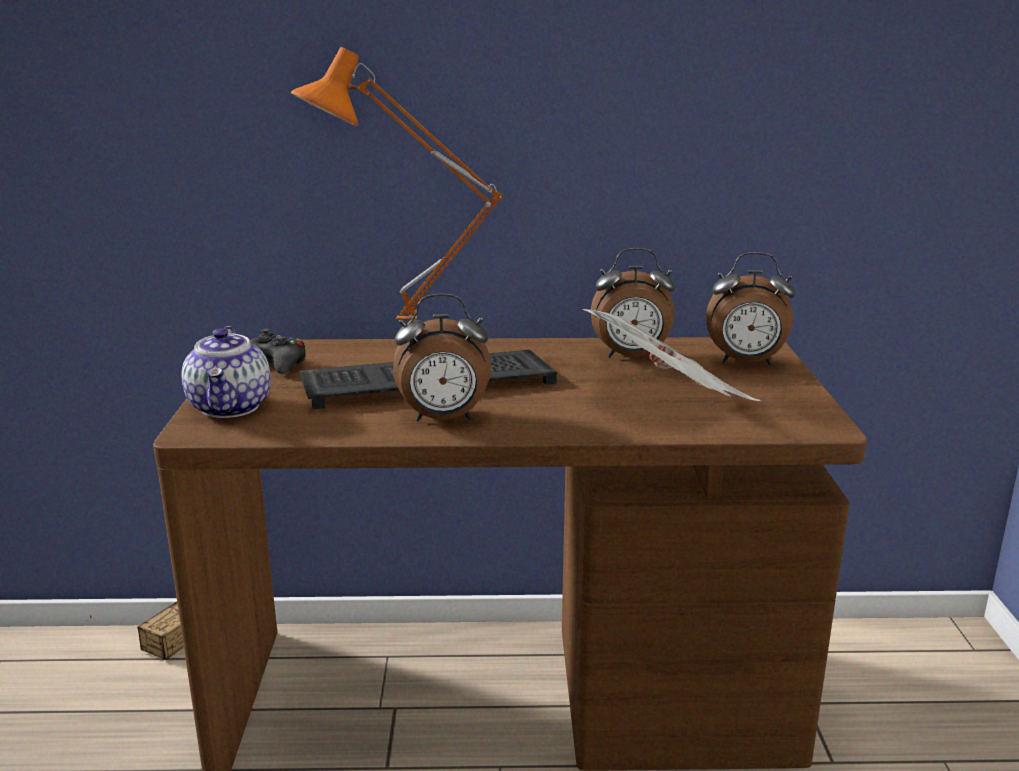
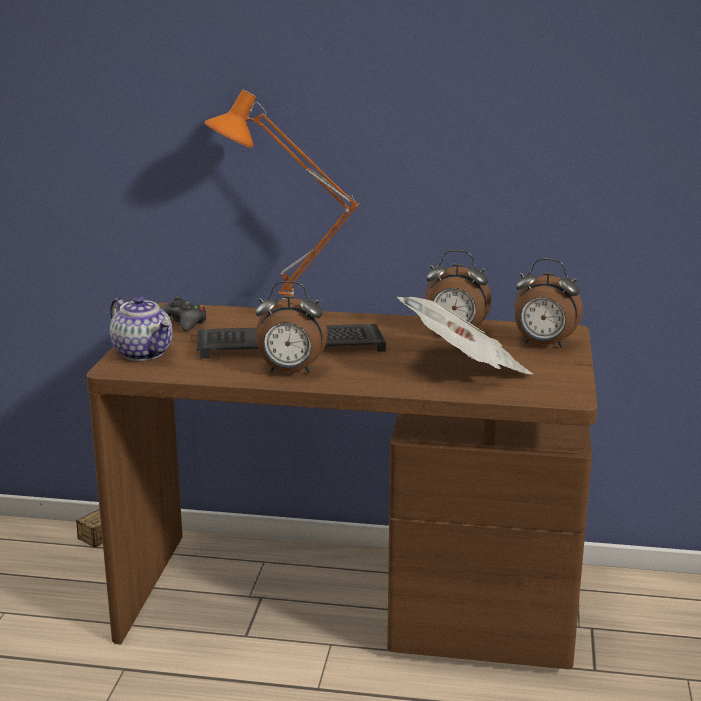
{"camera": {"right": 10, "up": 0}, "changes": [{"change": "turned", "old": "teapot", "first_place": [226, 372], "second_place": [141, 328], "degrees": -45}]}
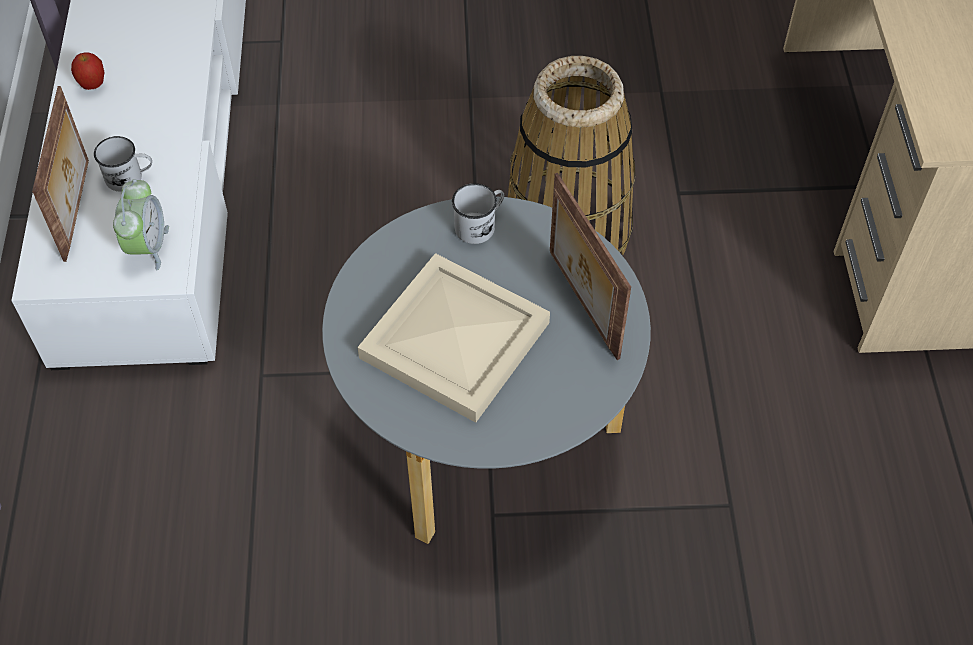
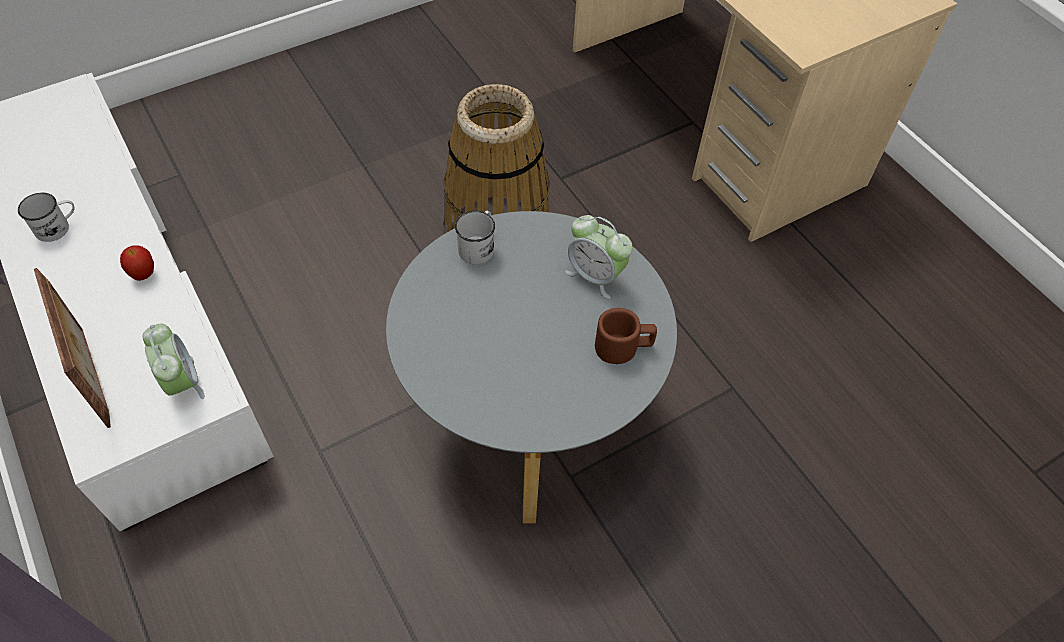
{"camera": {"right": -30, "up": 0}, "changes": [{"change": "moved", "old": "apple", "first_place": [87, 71], "second_place": [137, 263]}, {"change": "moved", "old": "white mug", "first_place": [123, 164], "second_place": [46, 217]}, {"change": "removed", "old": "beige tray", "first_place": [453, 338]}, {"change": "replaced", "old": "picture frame", "new": "alarm clock", "first_place": [590, 266], "second_place": [599, 257]}, {"change": "added", "new": "brown mug", "second_place": [626, 336]}]}
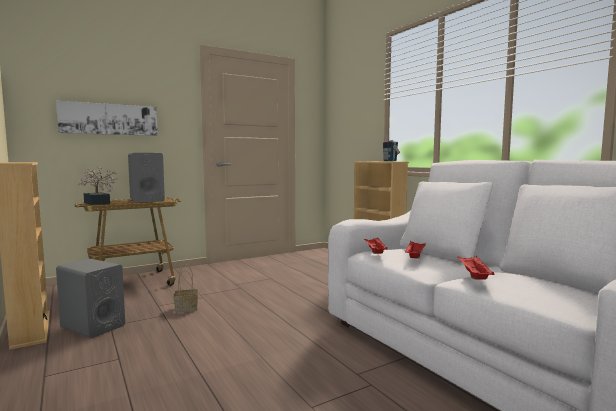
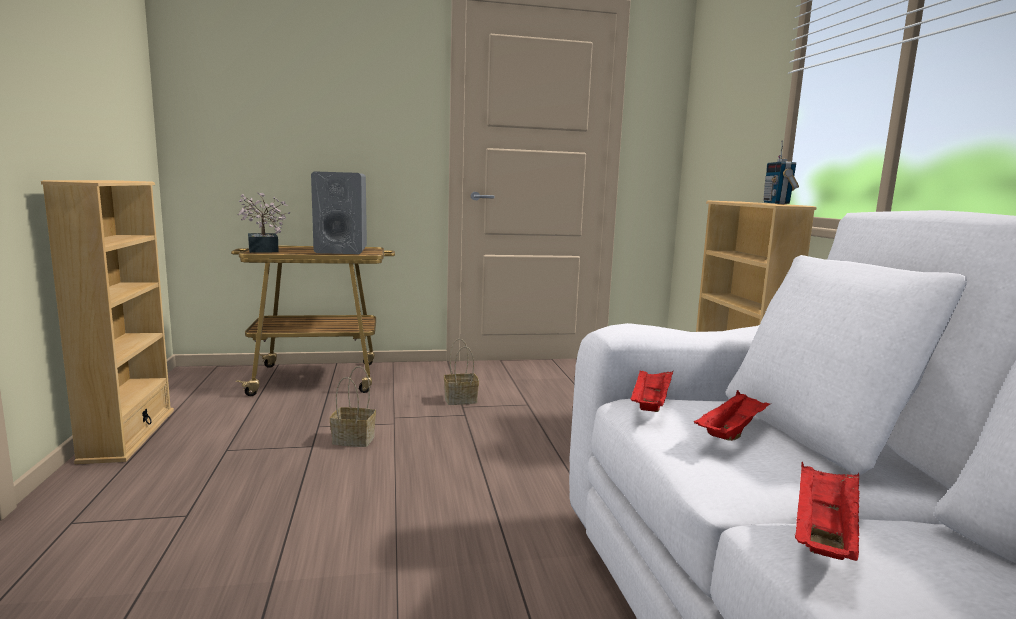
{"camera": {"right": 20, "up": 5}, "changes": [{"change": "removed", "old": "picture", "first_place": [107, 118]}, {"change": "removed", "old": "grey speaker", "first_place": [90, 298]}, {"change": "added", "new": "basket", "second_place": [461, 372]}]}
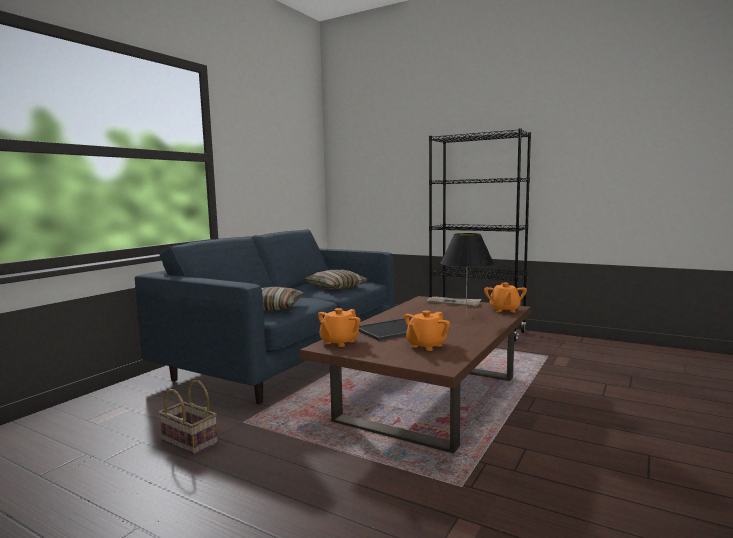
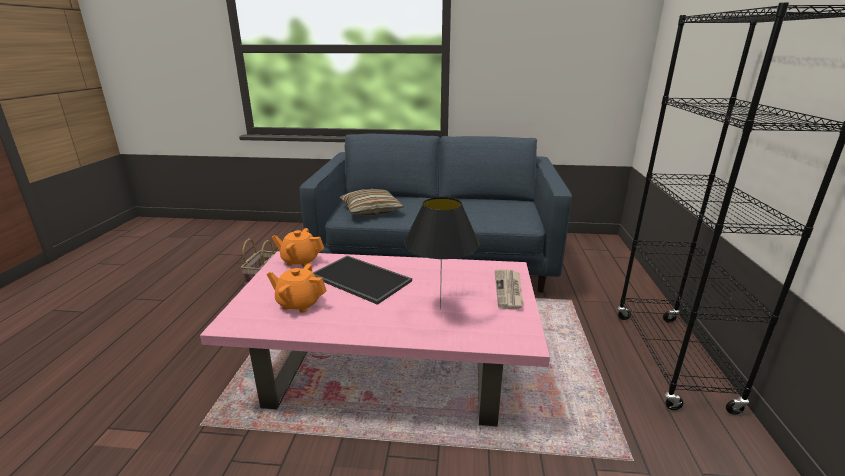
{"camera": {"right": 65, "up": 15}, "changes": [{"change": "recoloured", "old": "brown coffee table", "new": "pink coffee table", "first_place": [415, 375], "second_place": [375, 339]}, {"change": "removed", "old": "pillow", "first_place": [336, 279]}, {"change": "removed", "old": "orange teapot", "first_place": [505, 298]}]}
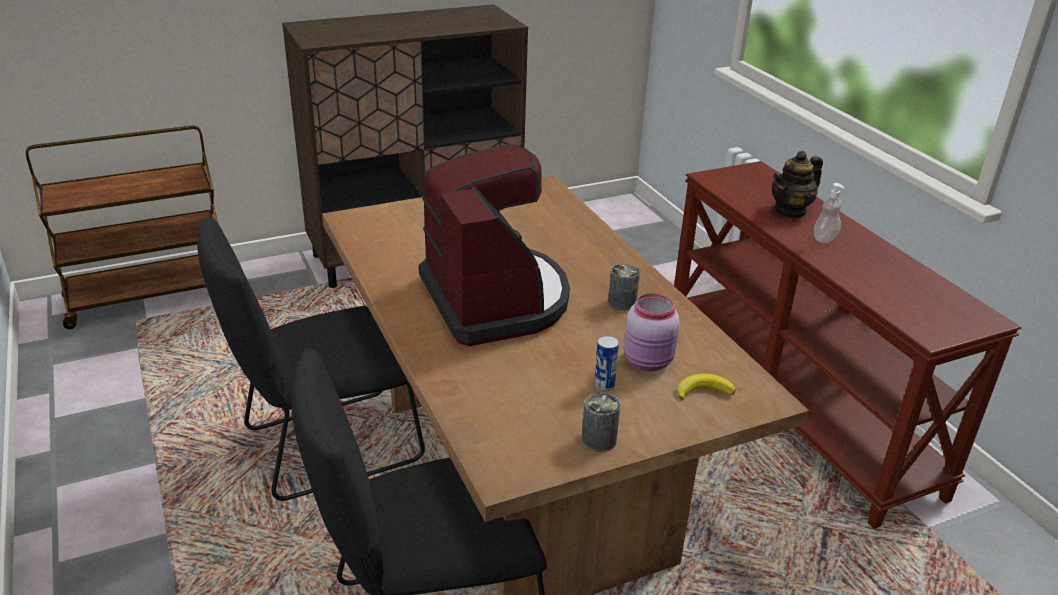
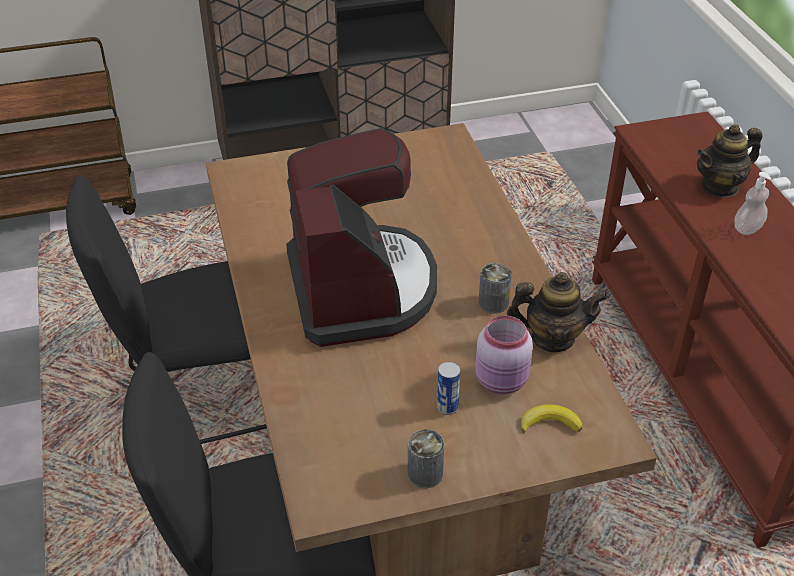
{"camera": {"right": 10, "up": 10}, "changes": [{"change": "added", "new": "teapot", "second_place": [557, 312]}]}
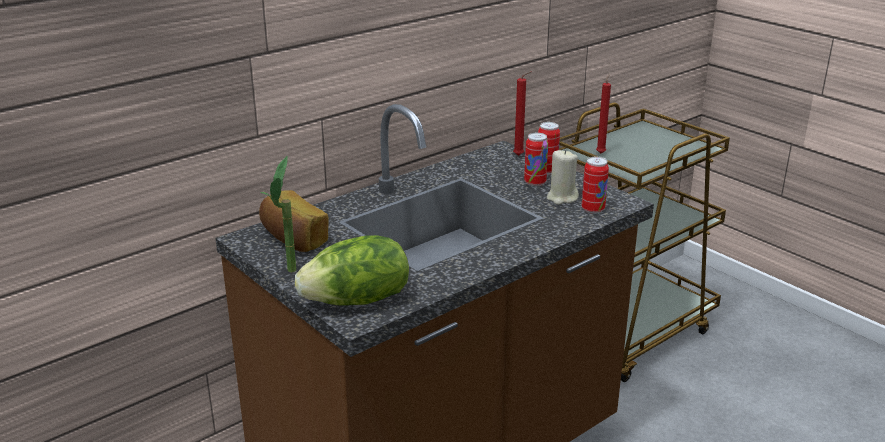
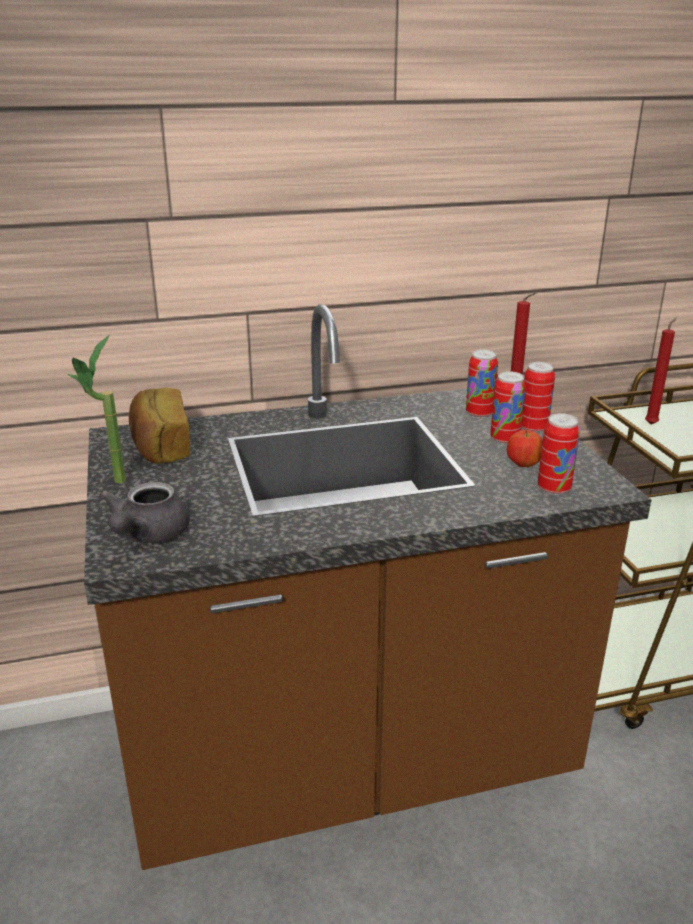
{"camera": {"right": 25, "up": 0}, "changes": [{"change": "replaced", "old": "lettuce", "new": "grey teapot", "first_place": [352, 270], "second_place": [144, 512]}, {"change": "replaced", "old": "beige candle", "new": "apple", "first_place": [563, 177], "second_place": [525, 448]}, {"change": "added", "new": "can", "second_place": [482, 384]}]}
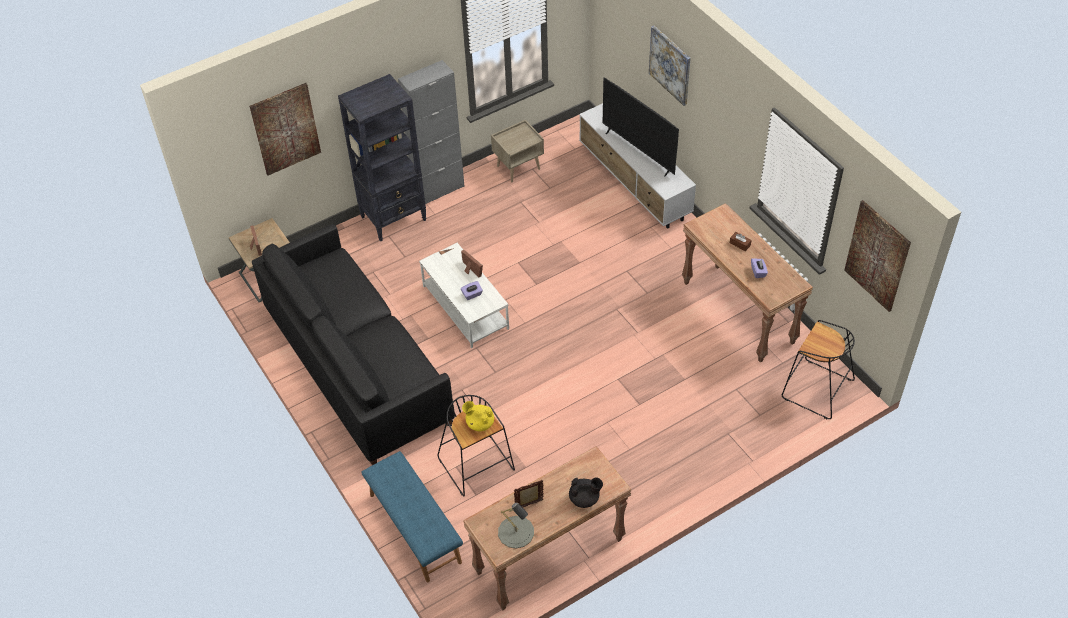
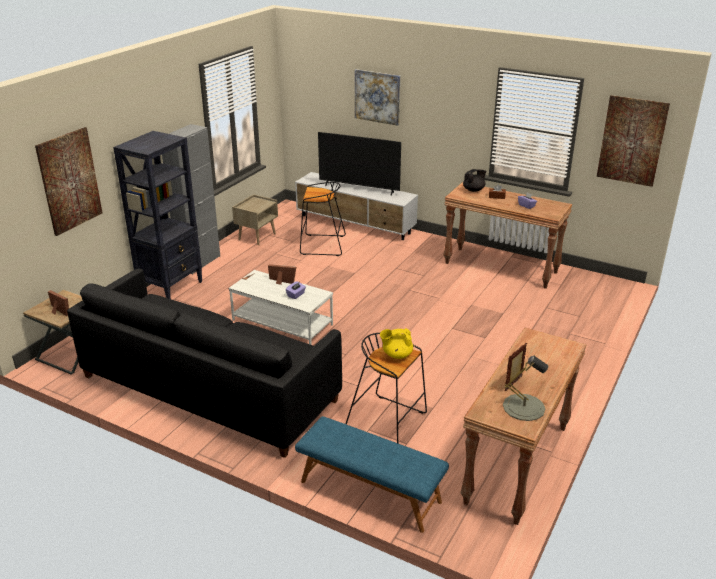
{"camera": {"right": -30, "up": -20}, "changes": [{"change": "moved", "old": "black teapot", "first_place": [586, 493], "second_place": [474, 180]}, {"change": "moved", "old": "black stool", "first_place": [818, 370], "second_place": [323, 219]}]}
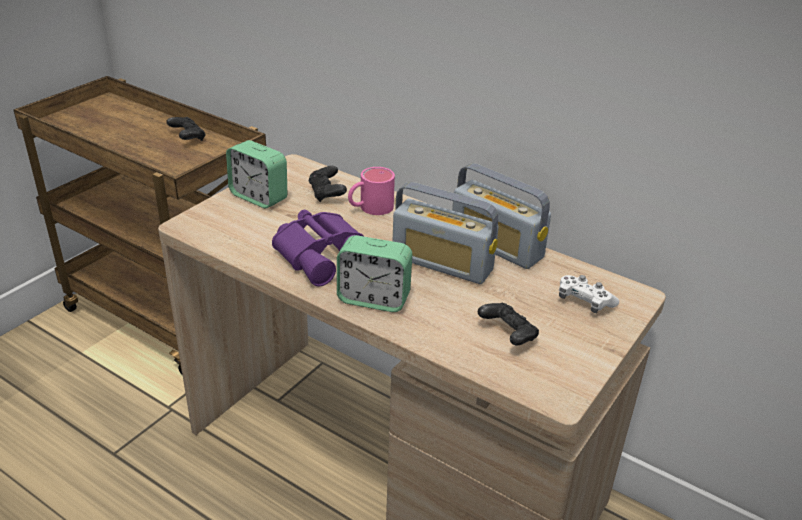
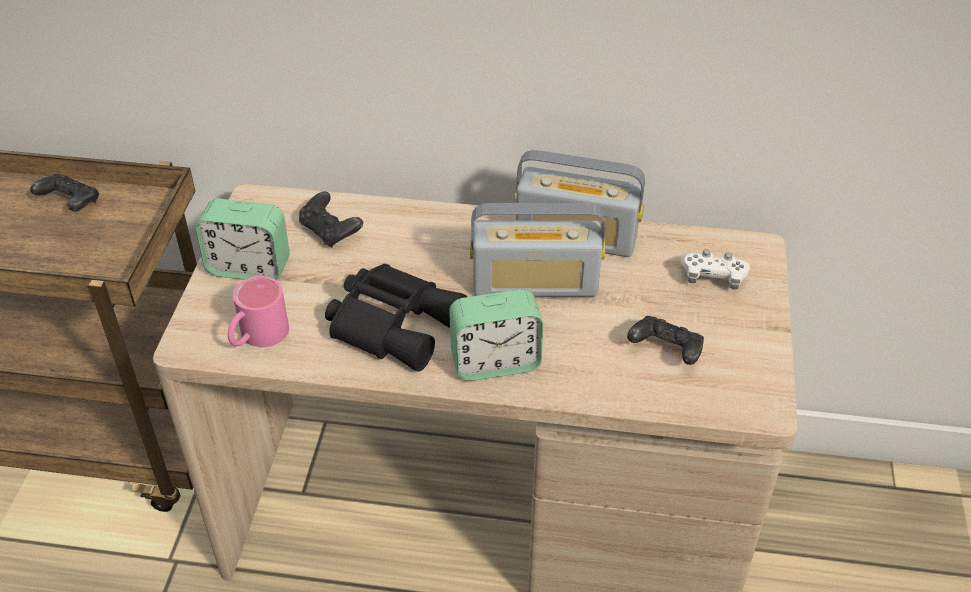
{"camera": {"right": -25, "up": 10}, "changes": [{"change": "recoloured", "old": "purple binoculars", "new": "black binoculars", "first_place": [317, 248], "second_place": [396, 318]}, {"change": "moved", "old": "pink mug", "first_place": [371, 191], "second_place": [258, 311]}]}
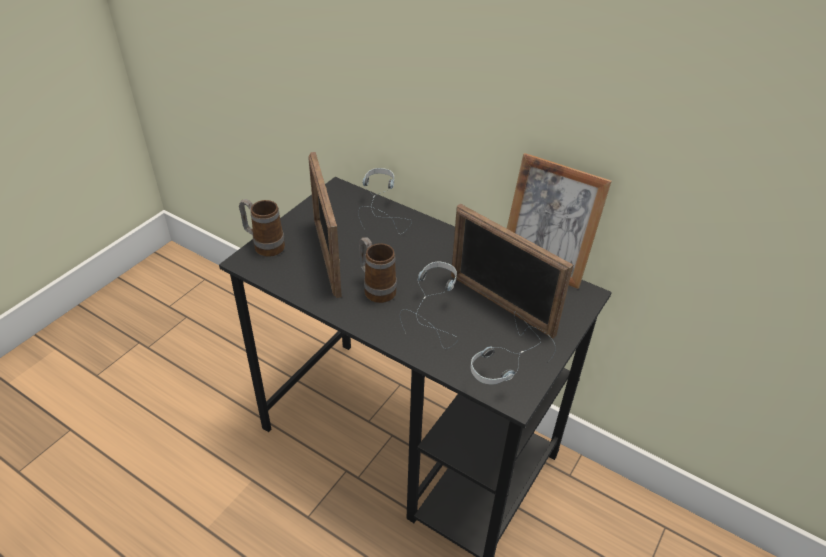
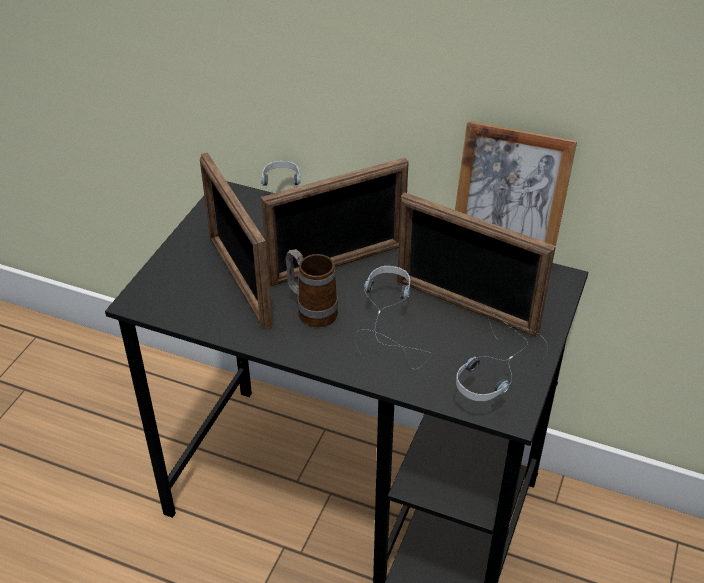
{"camera": {"right": -10, "up": 0}, "changes": [{"change": "removed", "old": "mug", "first_place": [262, 228]}, {"change": "added", "new": "picture frame", "second_place": [335, 222]}]}
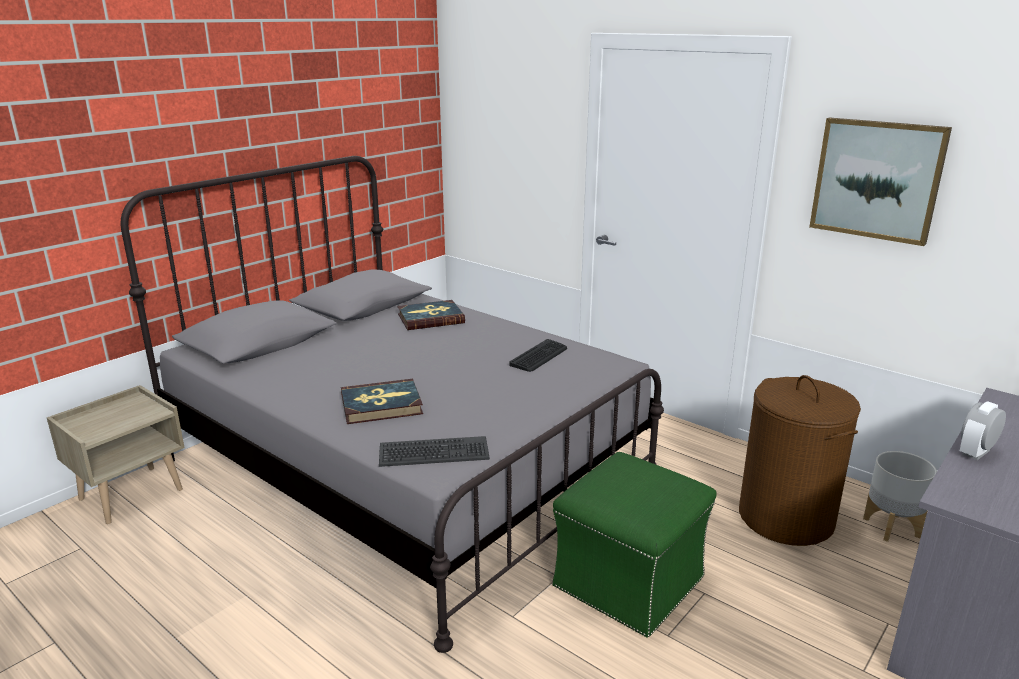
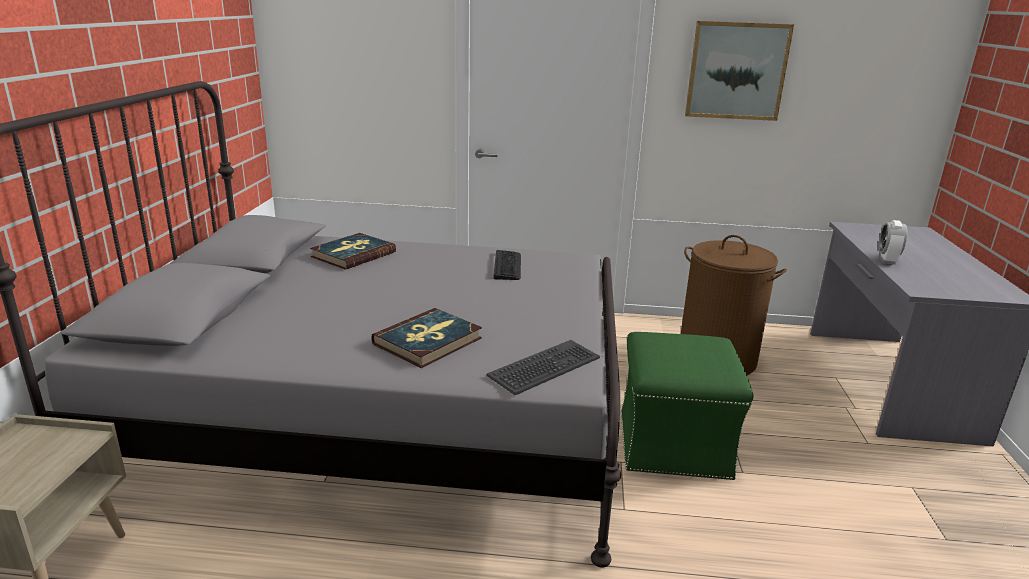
{"camera": {"right": -35, "up": 0}, "changes": [{"change": "removed", "old": "grey planter", "first_place": [900, 496]}]}
